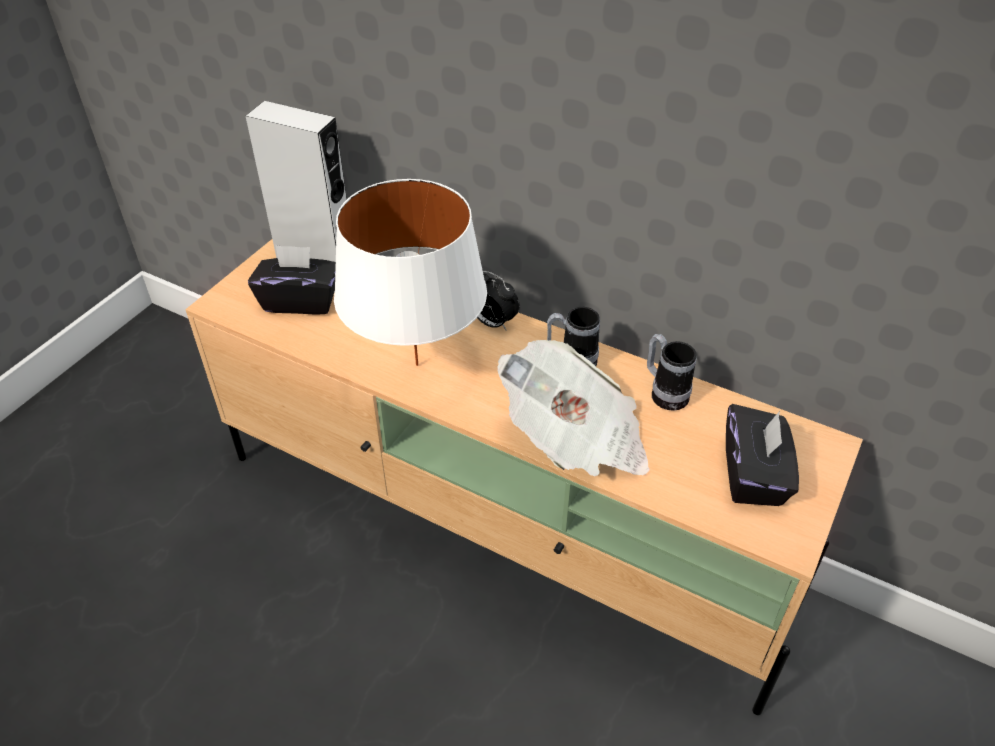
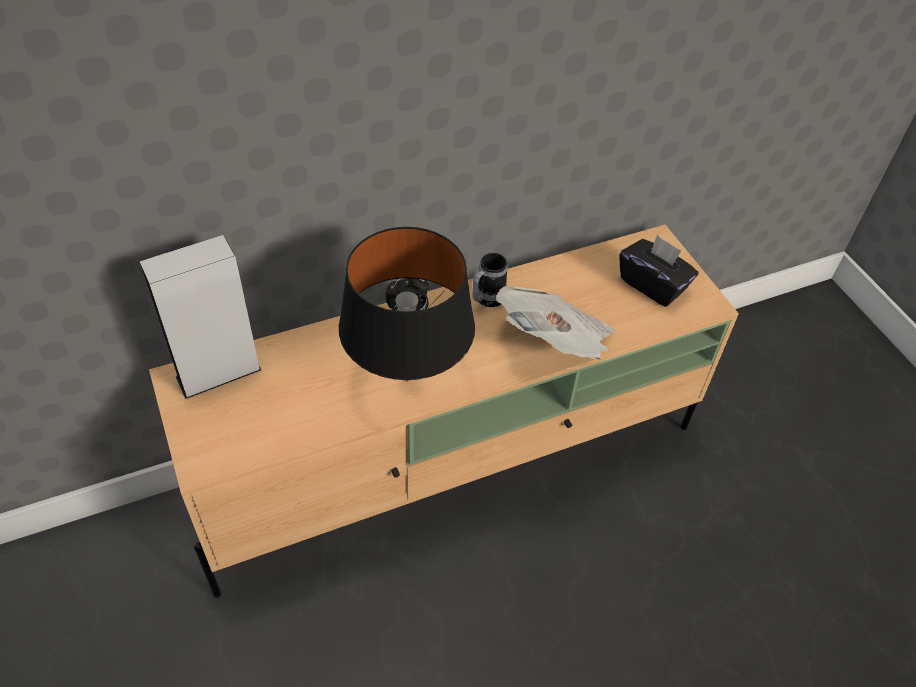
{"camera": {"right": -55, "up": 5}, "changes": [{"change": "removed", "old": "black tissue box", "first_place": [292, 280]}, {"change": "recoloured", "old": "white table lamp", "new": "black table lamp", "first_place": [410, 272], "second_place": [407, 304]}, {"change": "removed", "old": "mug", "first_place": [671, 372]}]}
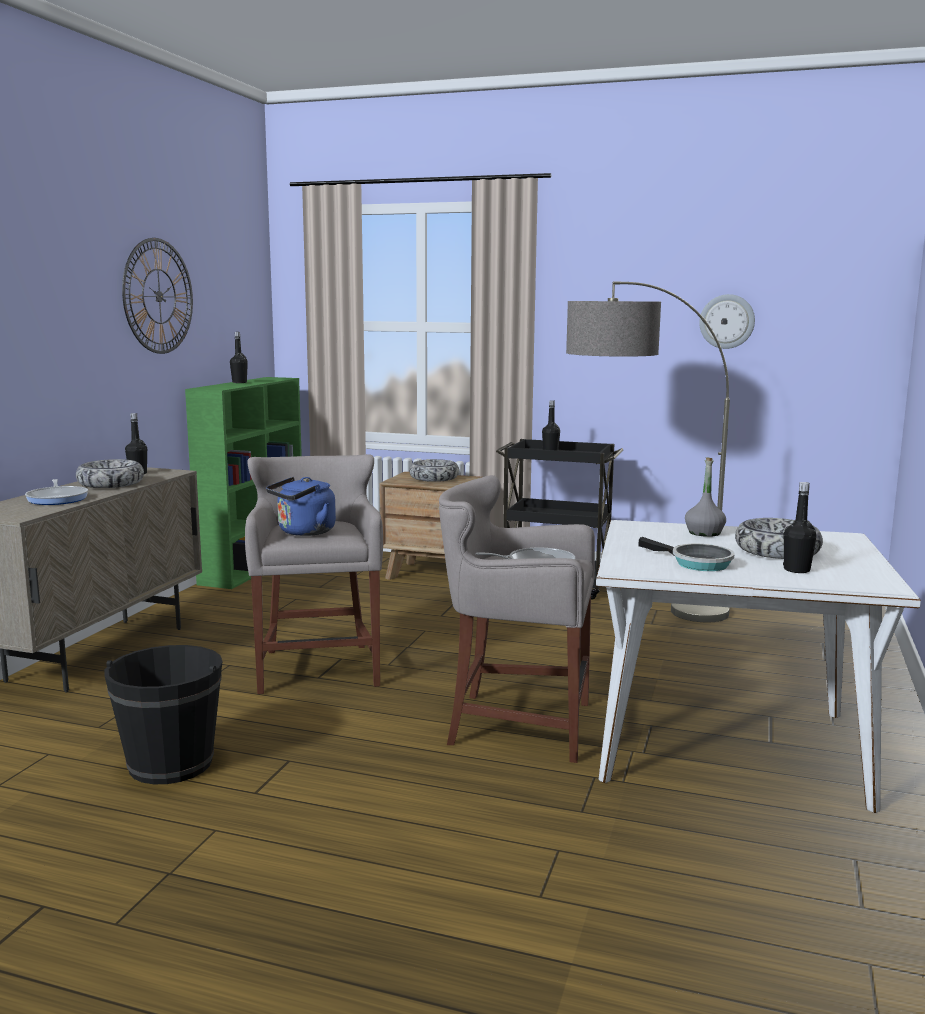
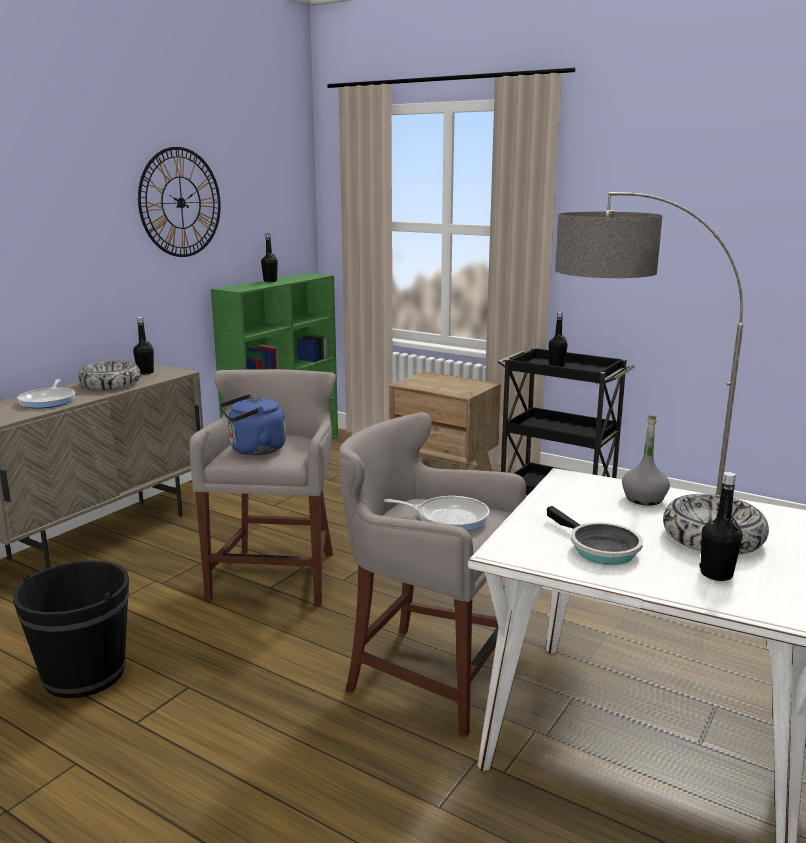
{"camera": {"right": 15, "up": 5}, "changes": [{"change": "removed", "old": "bowl", "first_place": [434, 470]}, {"change": "removed", "old": "wall clock", "first_place": [727, 321]}]}
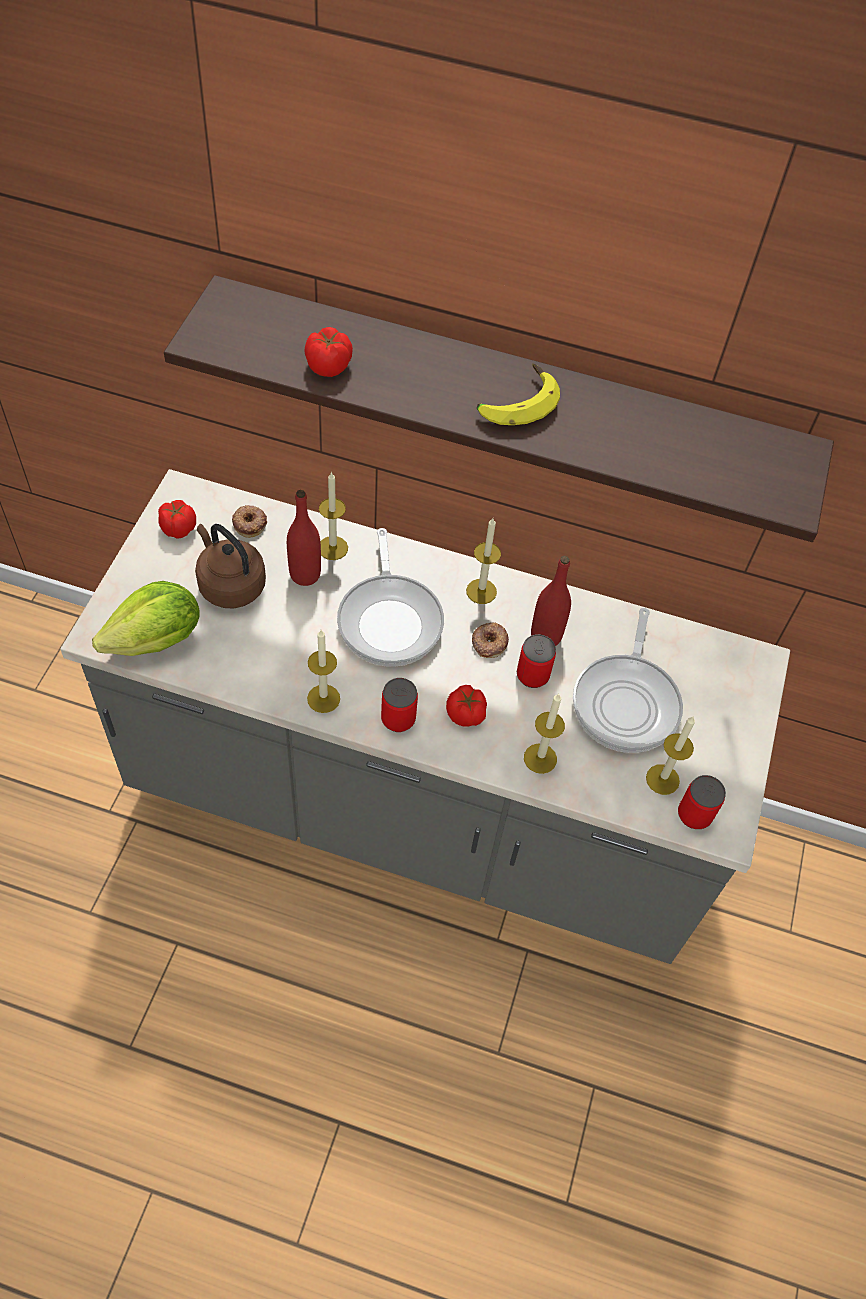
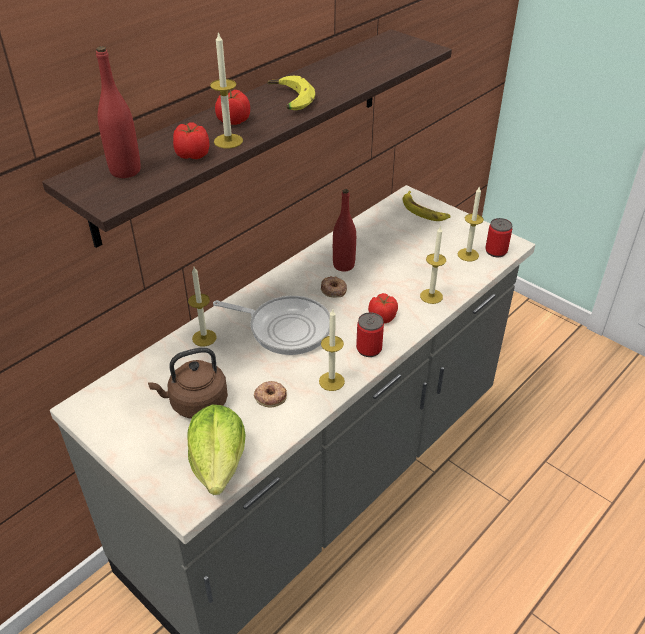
{"camera": {"right": -60, "up": -15}, "changes": [{"change": "moved", "old": "tomato", "first_place": [177, 519], "second_place": [232, 107]}, {"change": "moved", "old": "donut", "first_place": [249, 521], "second_place": [270, 394]}, {"change": "moved", "old": "red bottle", "first_place": [304, 538], "second_place": [118, 112]}, {"change": "moved", "old": "candle", "first_place": [483, 561], "second_place": [226, 89]}, {"change": "removed", "old": "can", "first_place": [536, 661]}, {"change": "removed", "old": "frying pan", "first_place": [628, 680]}, {"change": "added", "new": "banana", "second_place": [427, 206]}]}
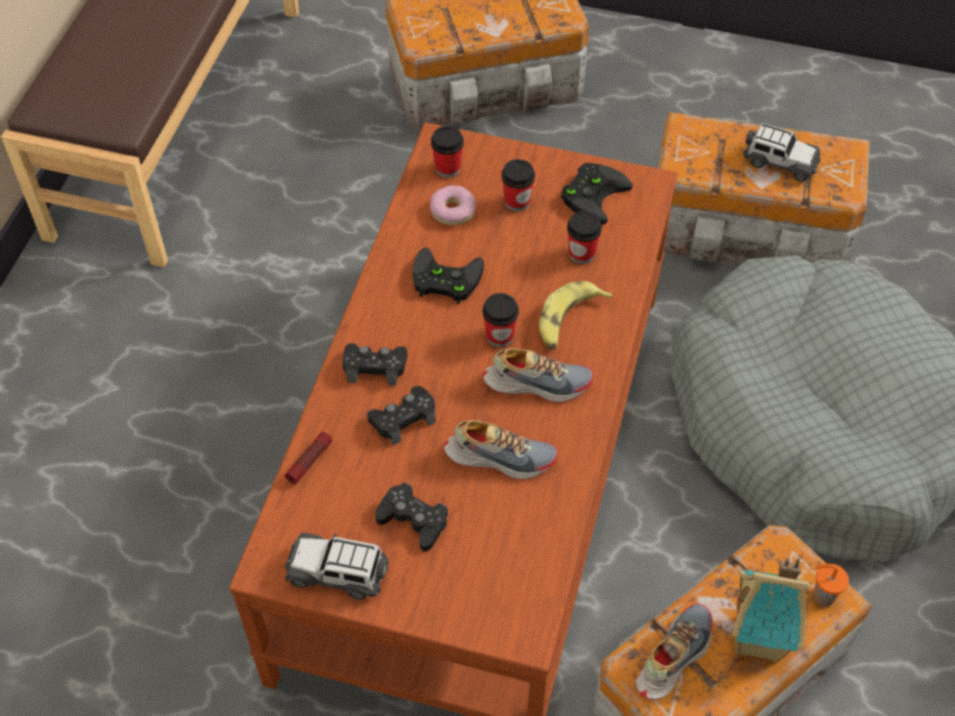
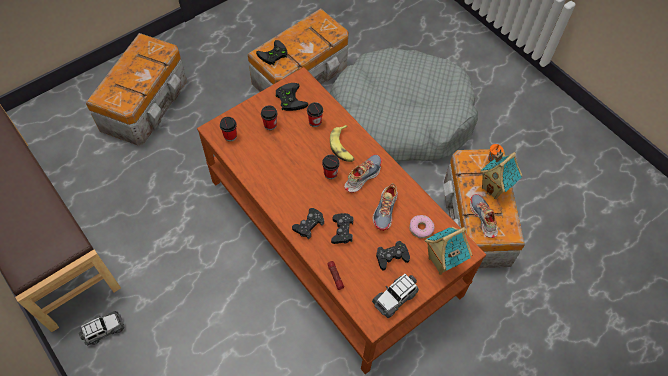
{"camera": {"right": -55, "up": 5}, "changes": [{"change": "moved", "old": "black game controller", "first_place": [448, 275], "second_place": [271, 52]}, {"change": "moved", "old": "donut", "first_place": [453, 205], "second_place": [422, 226]}, {"change": "turned", "old": "shoe", "first_place": [501, 450], "second_place": [385, 207], "degrees": 150}, {"change": "moved", "old": "toy car", "first_place": [782, 152], "second_place": [101, 328]}, {"change": "added", "new": "toy house", "second_place": [448, 251]}]}
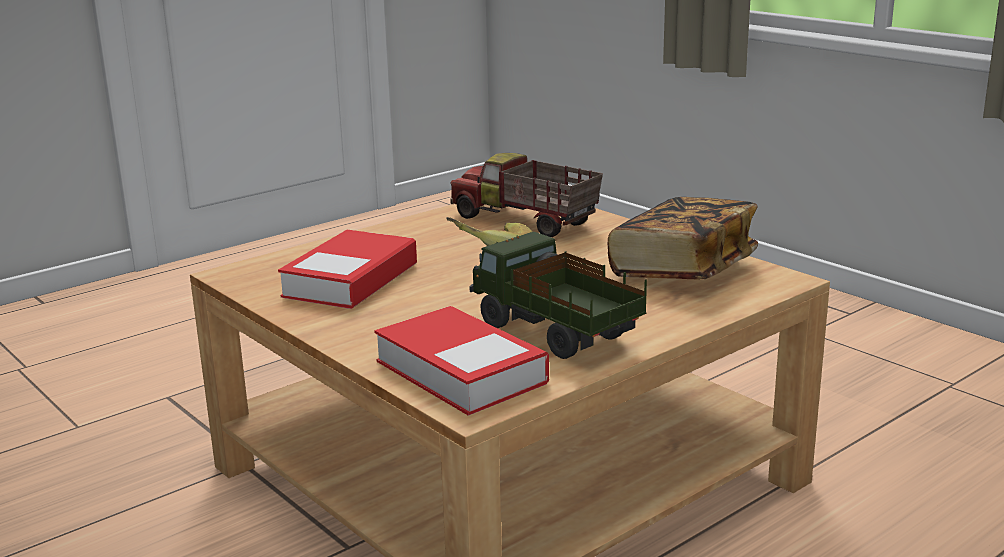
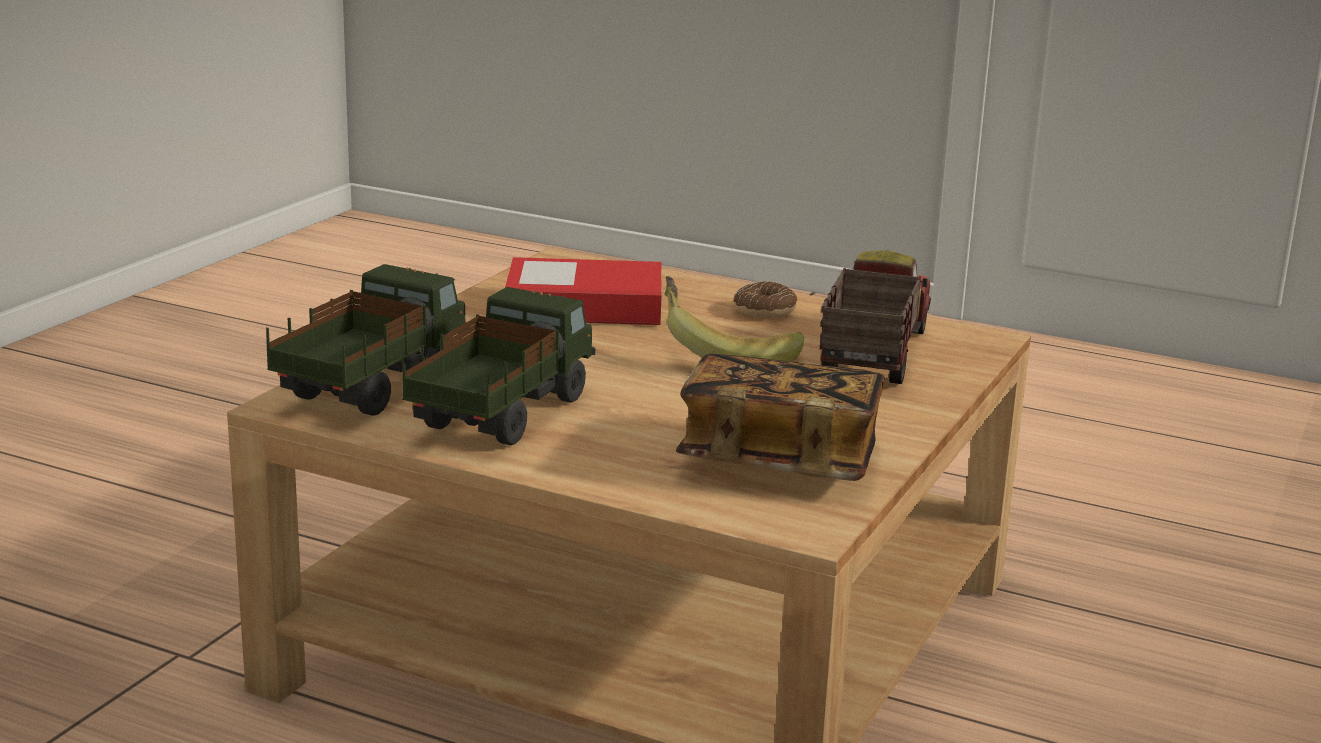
{"camera": {"right": 65, "up": 0}, "changes": [{"change": "replaced", "old": "book", "new": "toy truck", "first_place": [461, 361], "second_place": [367, 340]}, {"change": "added", "new": "donut", "second_place": [765, 299]}]}
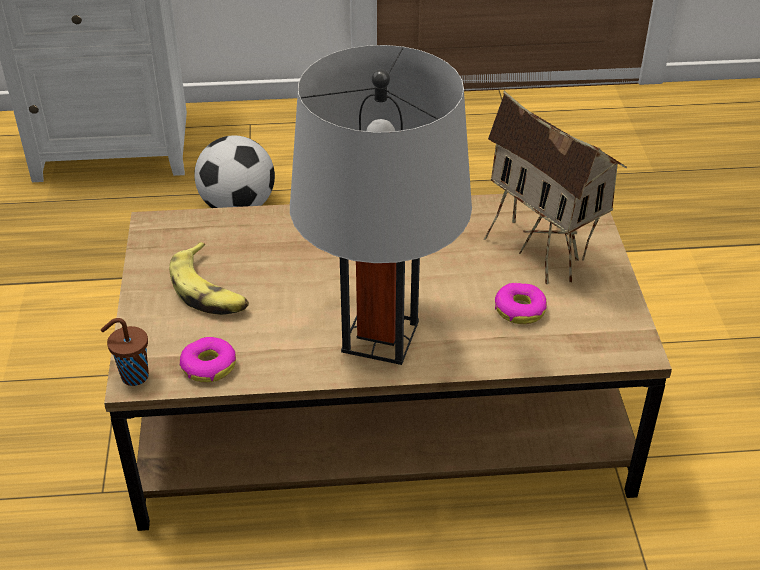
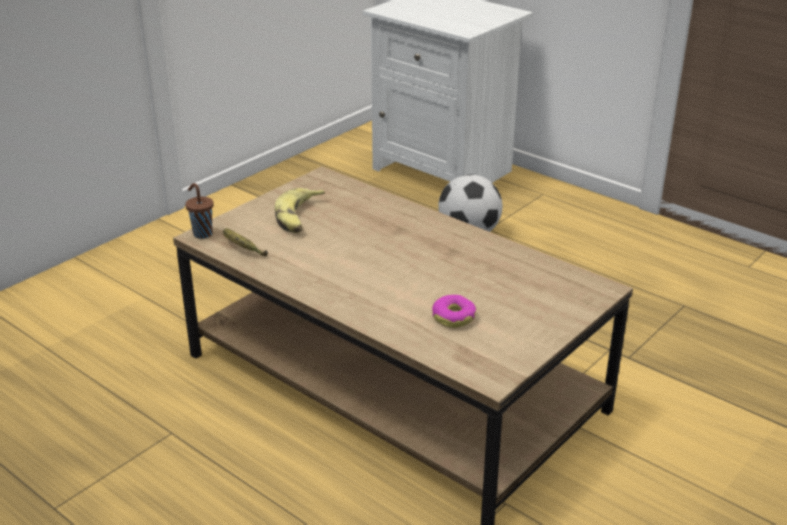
{"camera": {"right": 45, "up": -10}, "changes": [{"change": "replaced", "old": "donut", "new": "banana", "first_place": [208, 360], "second_place": [245, 242]}, {"change": "removed", "old": "grey table lamp", "first_place": [381, 205]}, {"change": "removed", "old": "toy house", "first_place": [555, 187]}]}
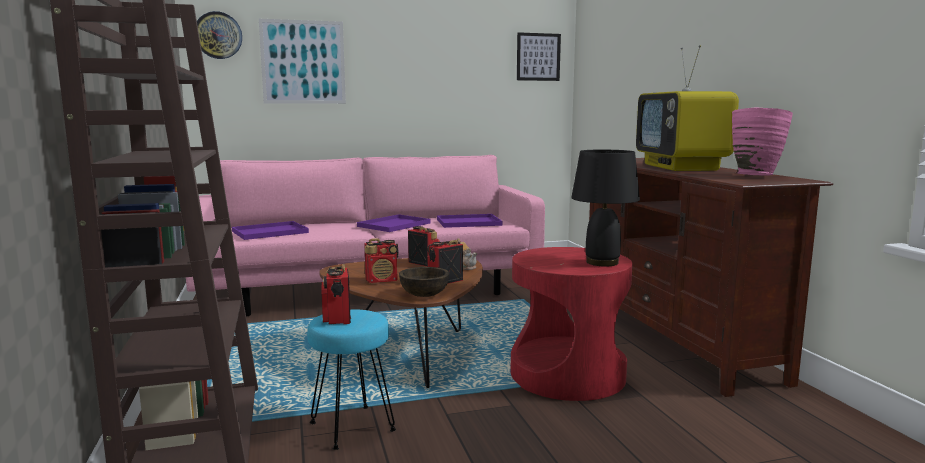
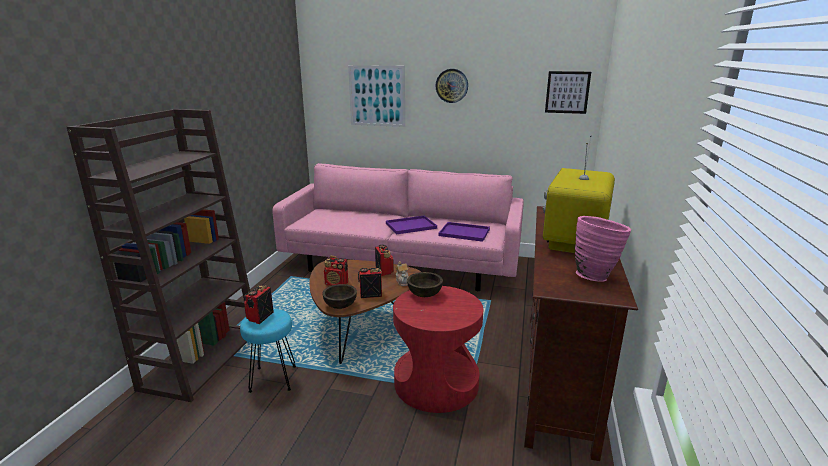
{"camera": {"right": 30, "up": 10}, "changes": [{"change": "moved", "old": "wall clock", "first_place": [219, 35], "second_place": [451, 86]}, {"change": "removed", "old": "purple tray", "first_place": [270, 230]}, {"change": "removed", "old": "black table lamp", "first_place": [605, 208]}, {"change": "added", "new": "brown bowl", "second_place": [425, 284]}]}
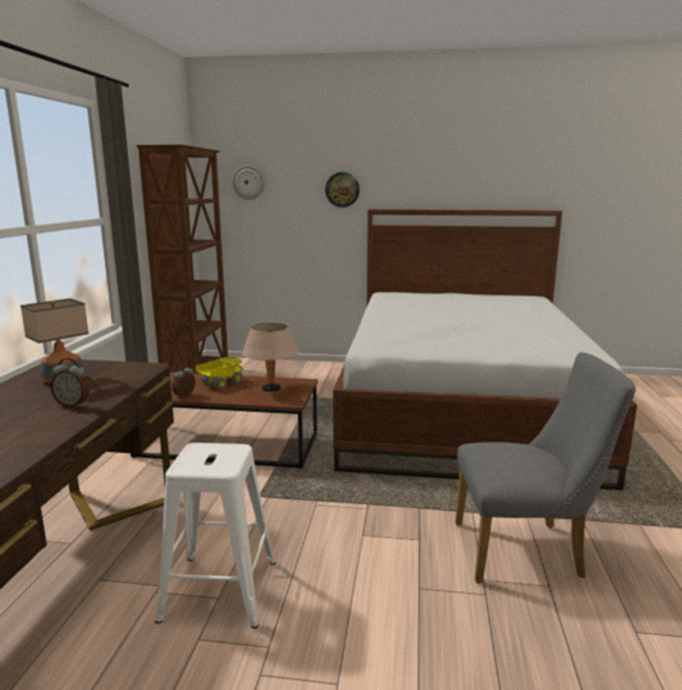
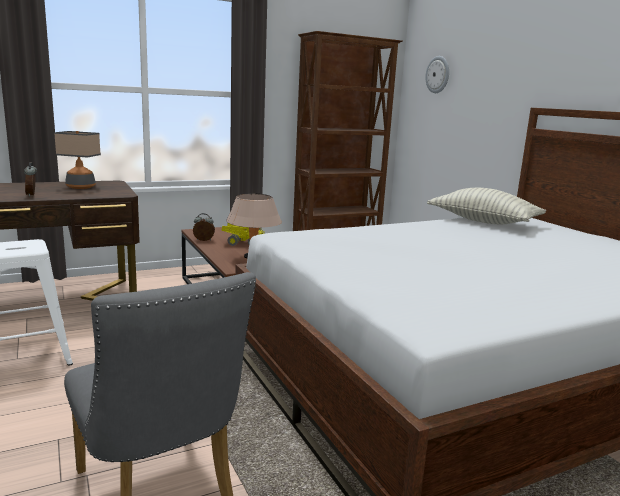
{"camera": {"right": 55, "up": 0}, "changes": [{"change": "removed", "old": "wall clock", "first_place": [342, 190]}, {"change": "added", "new": "pillow", "second_place": [486, 206]}]}
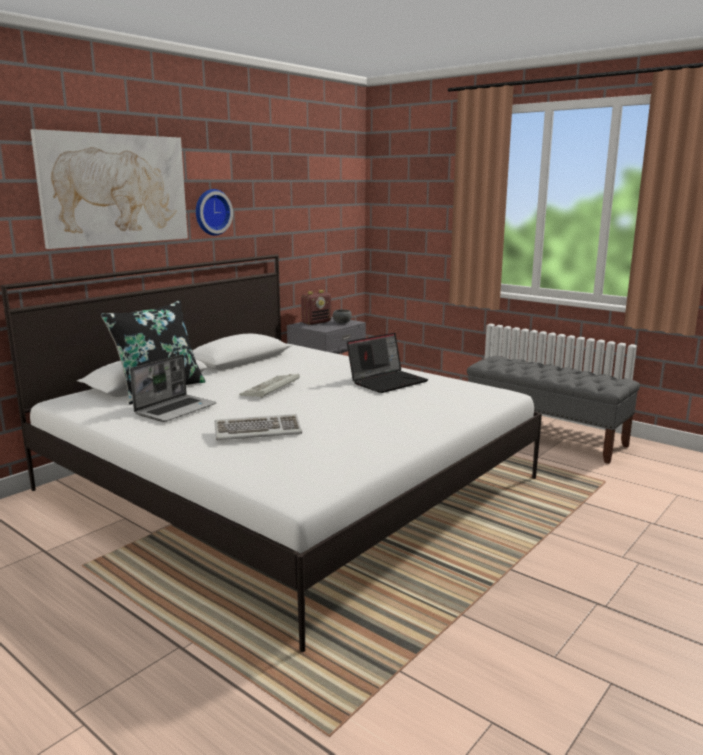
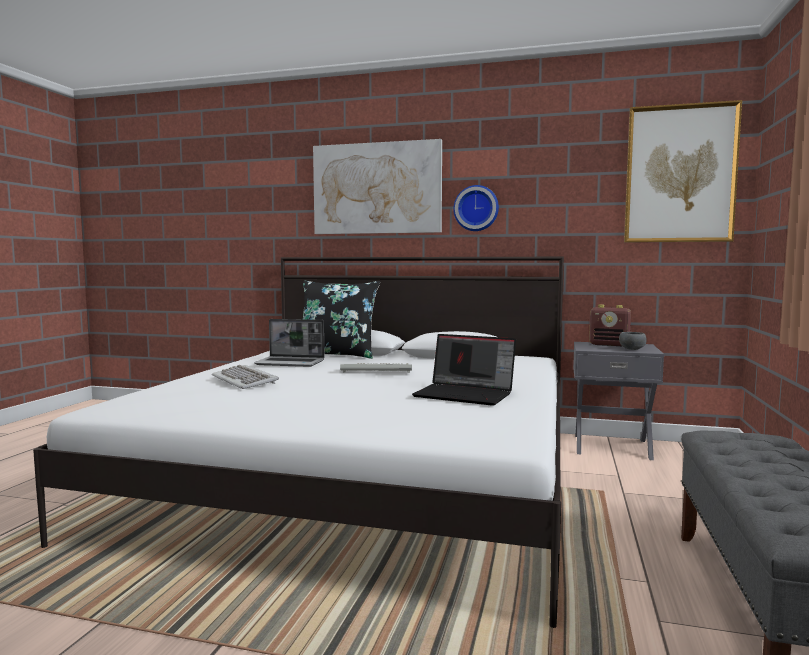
{"camera": {"right": 65, "up": -10}, "changes": [{"change": "added", "new": "picture", "second_place": [683, 171]}]}
